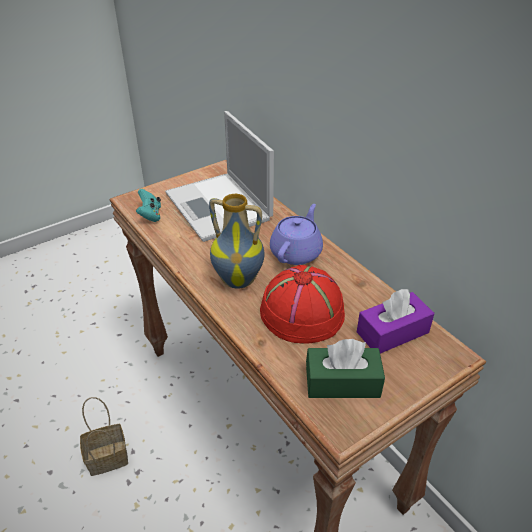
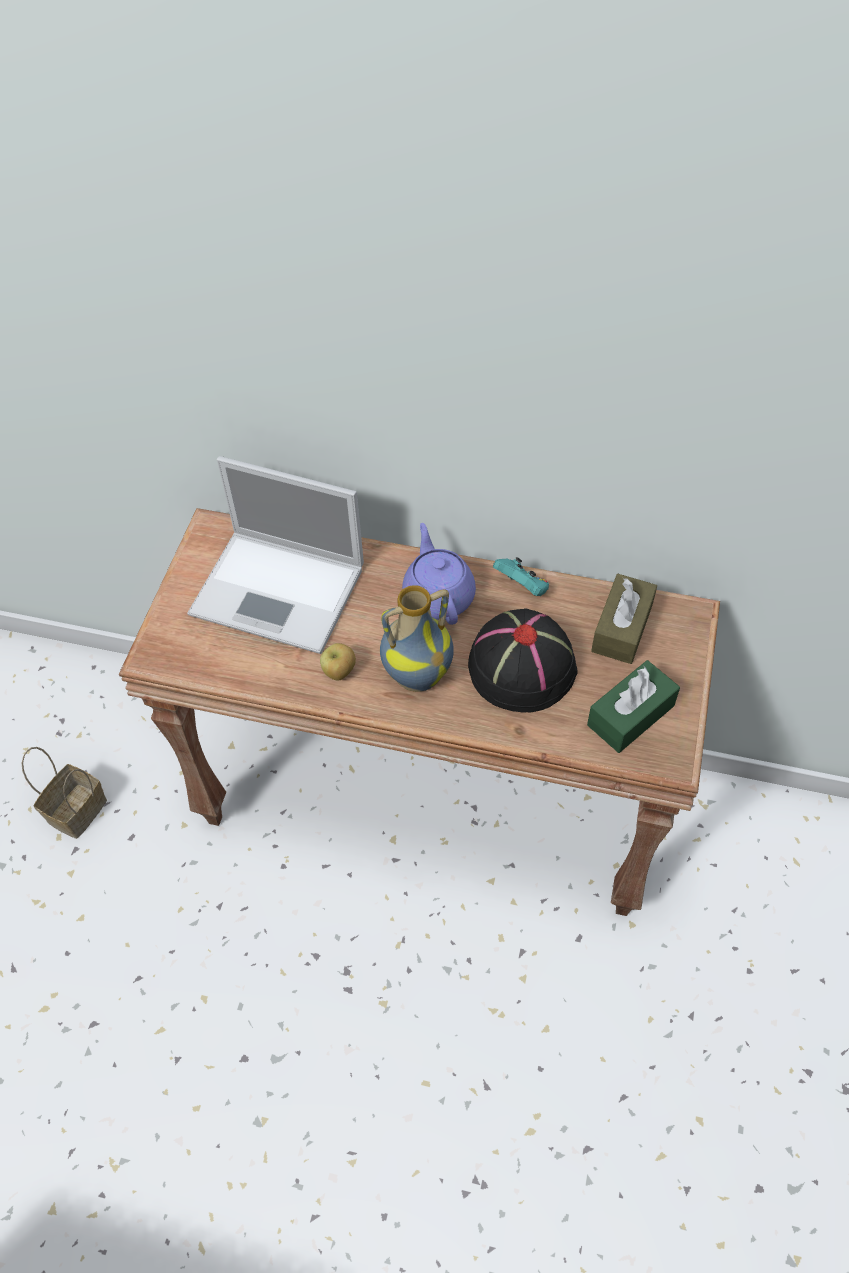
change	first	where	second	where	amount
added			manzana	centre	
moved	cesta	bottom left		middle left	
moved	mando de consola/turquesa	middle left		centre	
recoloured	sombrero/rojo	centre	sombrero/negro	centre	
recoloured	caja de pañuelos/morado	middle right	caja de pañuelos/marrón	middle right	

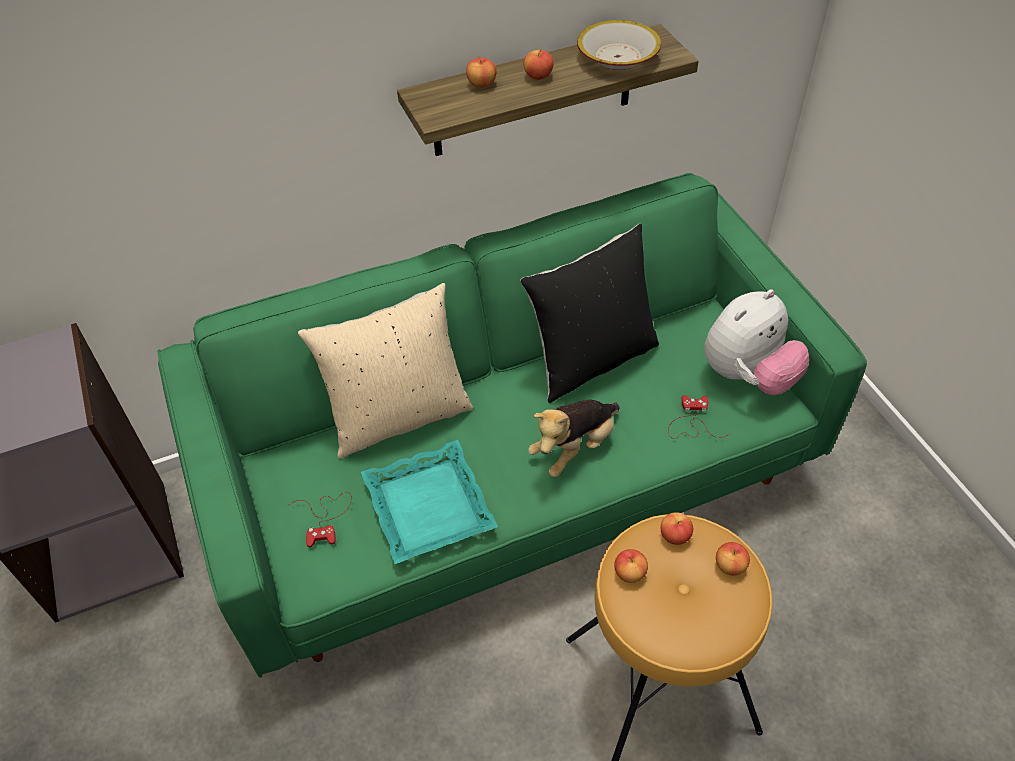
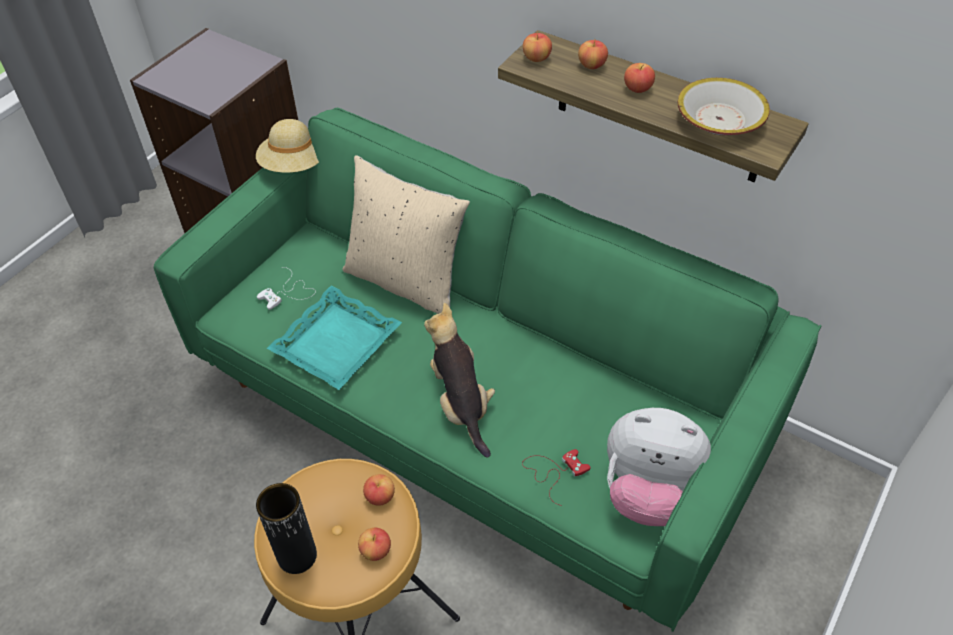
change	first	where	second	where	amount
removed	cojín/negro	centre			
added			sombrero/beis	top left	
added			florero/negro	bottom left	
moved	manzana (3rd from left)	bottom centre		top centre	
recoloured	mando de consola/rojo (1st from left)	bottom left	mando de consola/blanco	middle left	
turned	peluche (1st from left)	centre		centre	60 degrees clockwise

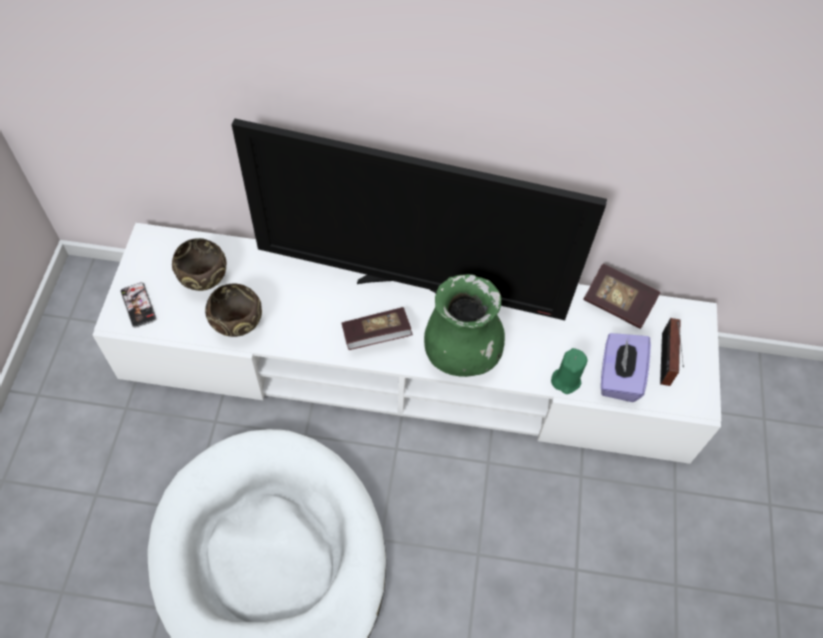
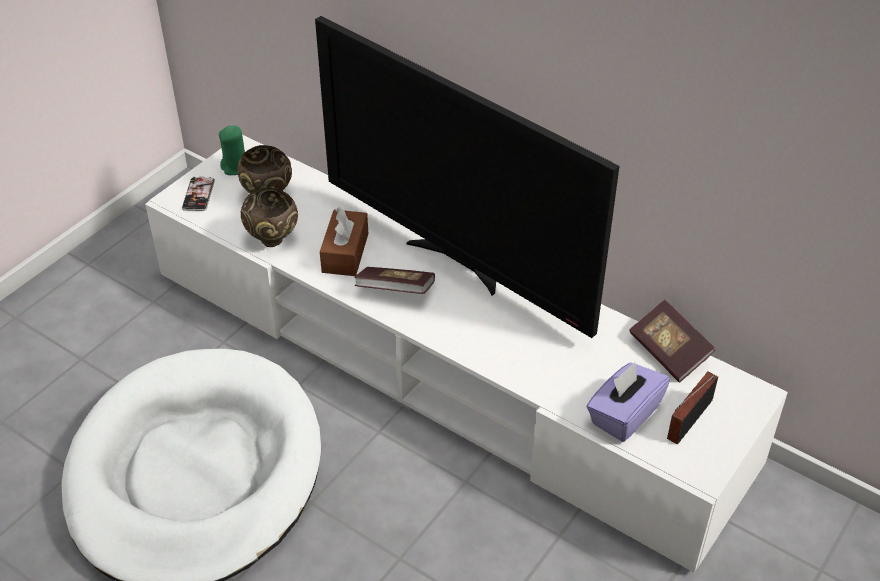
change	first	where	second	where	amount
removed	florero/verde	centre			
added			caja de pañuelos/marrón	centre	
moved	vela/verde	middle right		top left	

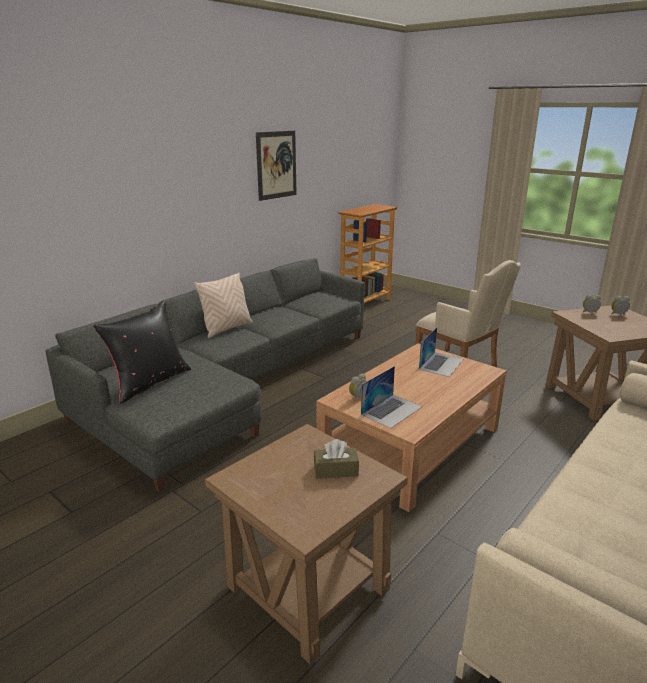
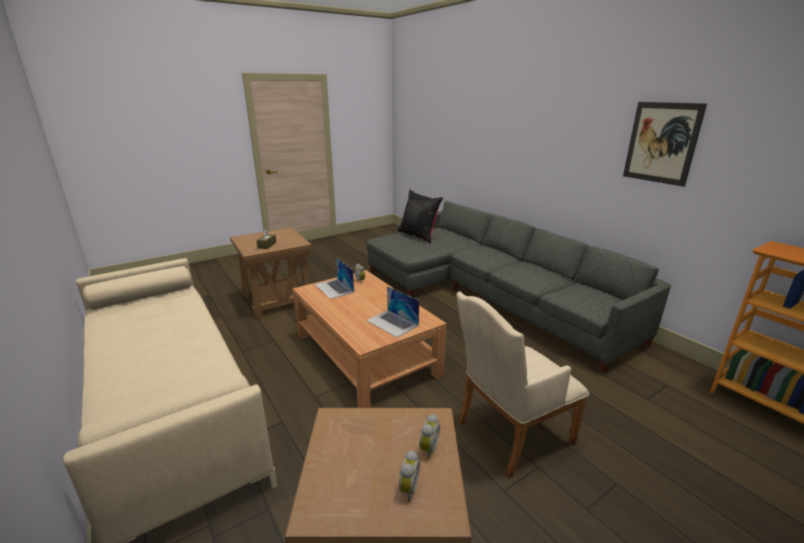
change	first	where	second	where	amount
removed	cojín/beis	centre			

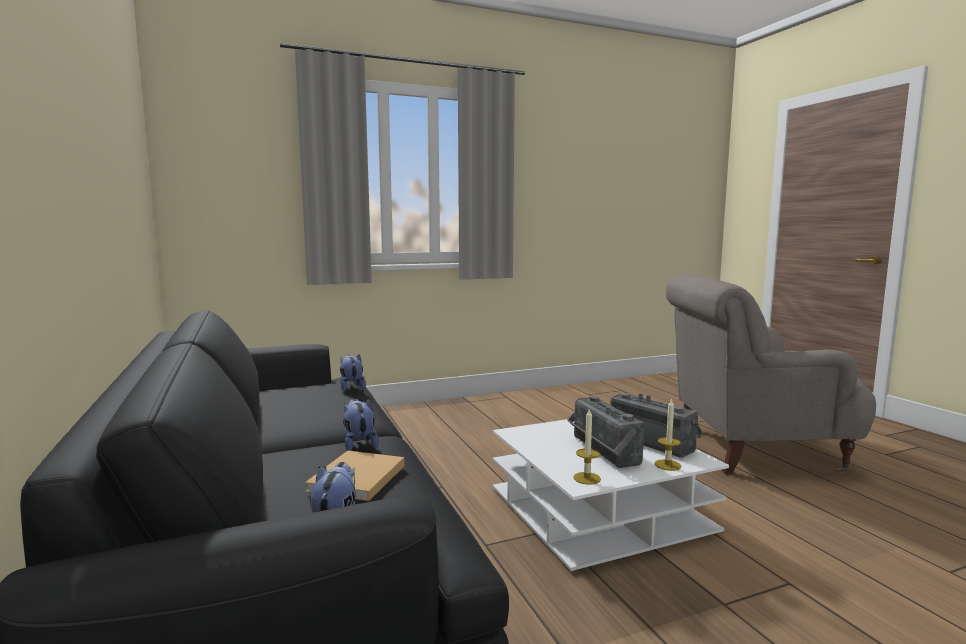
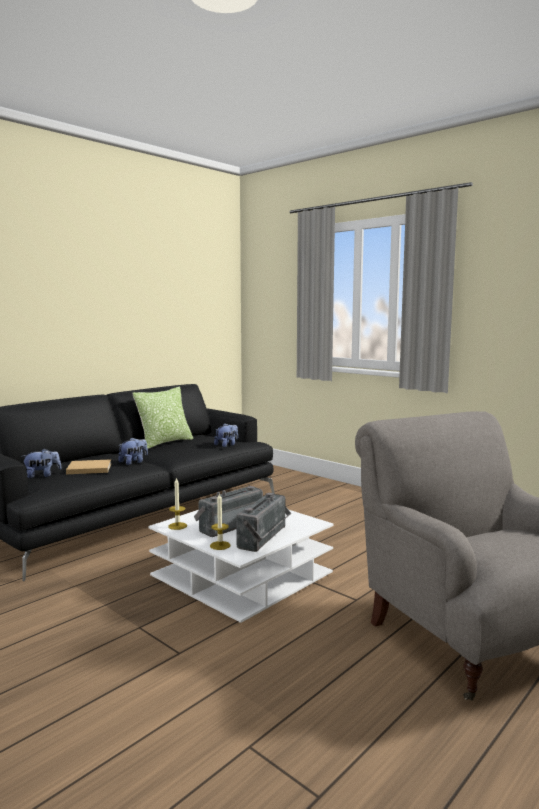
change	first	where	second	where	amount
added			cojín	middle left	

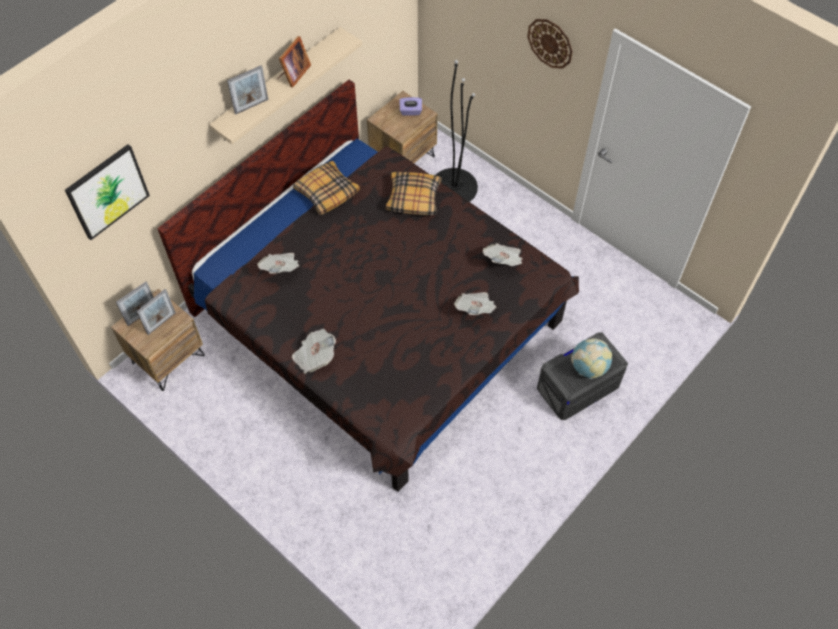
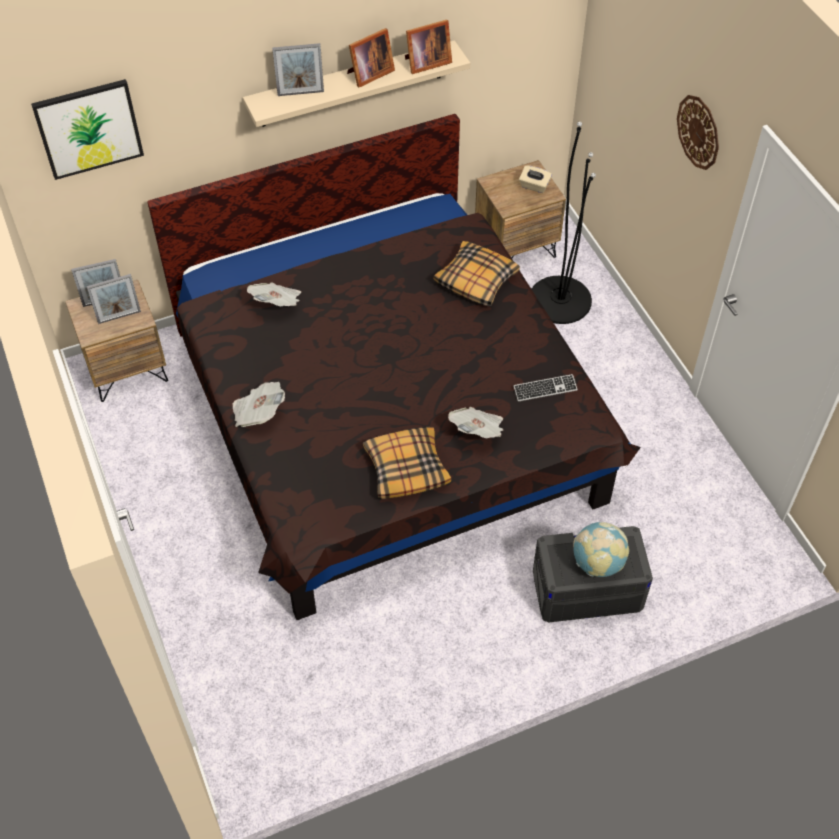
change	first	where	second	where	amount
added			portarretratos (5th from left)	top centre	
moved	cojín (1st from left)	top centre		centre	
replaced	periódico (4th from left)	centre	teclado	centre	
recoloured	caja de pañuelos/morado	top centre	caja de pañuelos/beis	top centre	

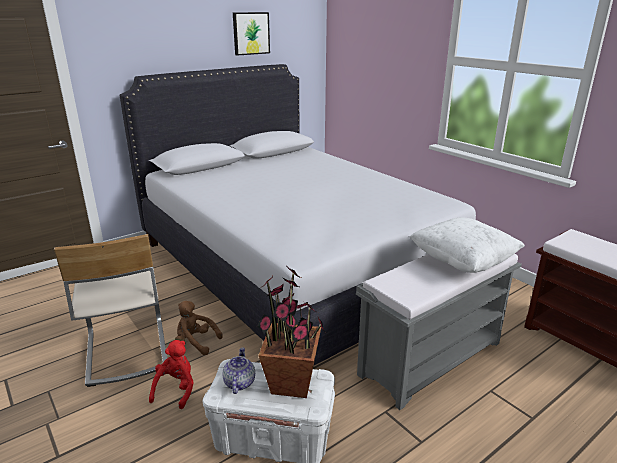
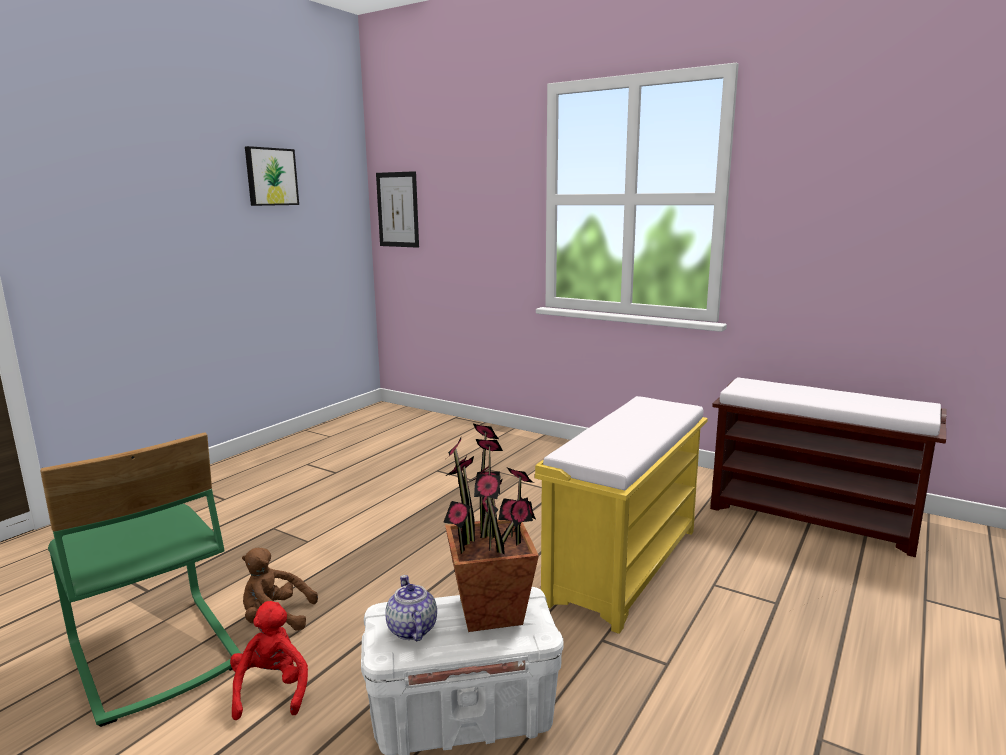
change	first	where	second	where	amount
removed	cama/blanco	centre			
removed	cojín/blanco	middle right			
added			cuadro (2nd from left)	top centre	
recoloured	silla/beis	bottom left	silla/verde	bottom left	
recoloured	banco/gris	bottom right	banco/amarillo	bottom centre	

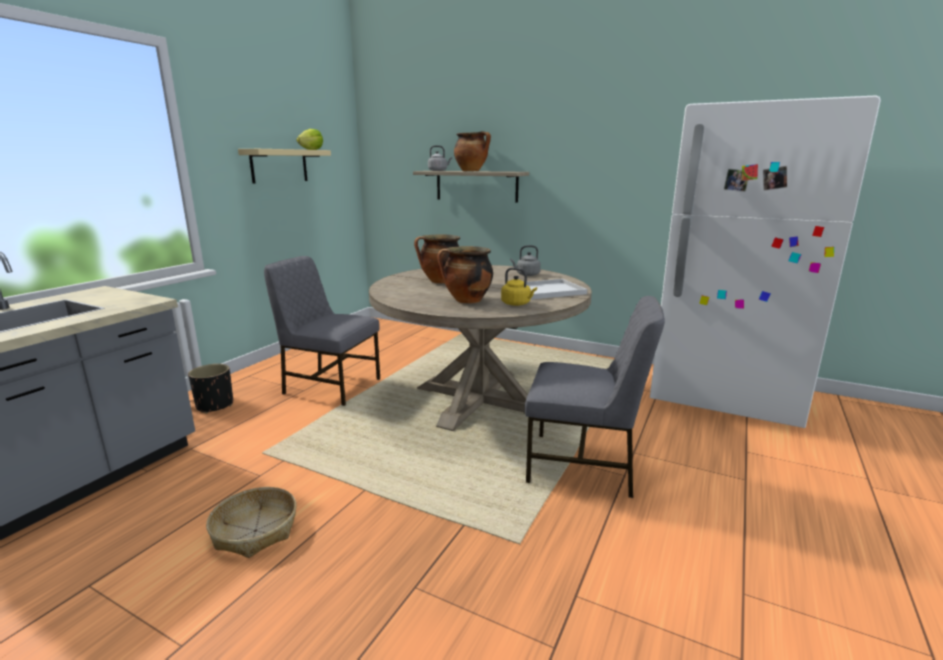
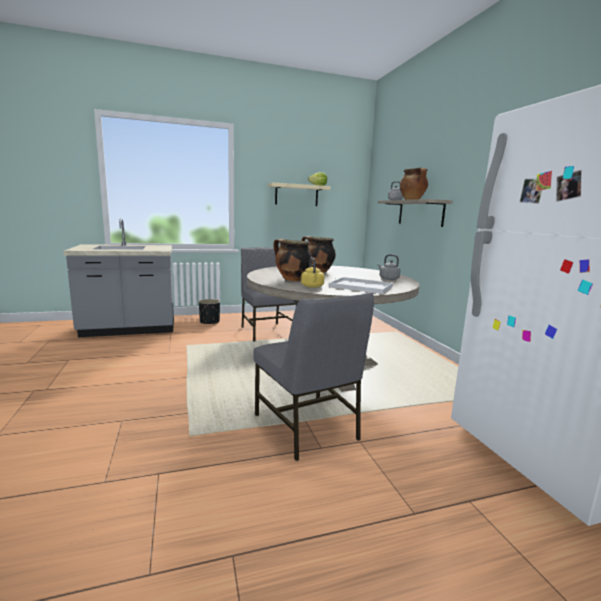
change	first	where	second	where	amount
removed	cesta	bottom left			

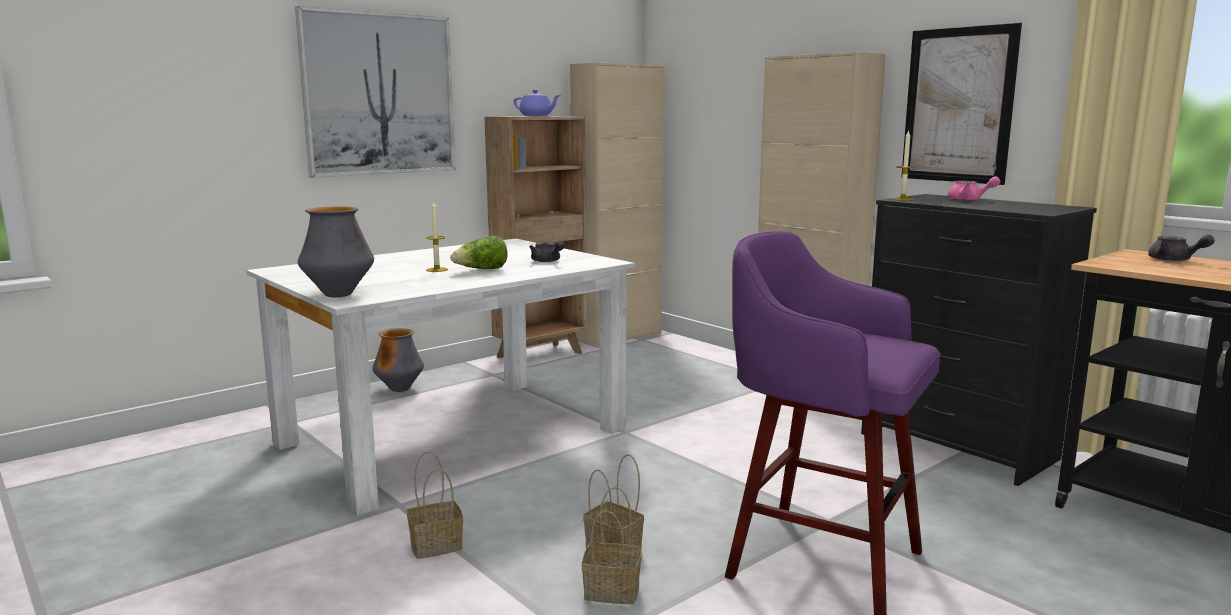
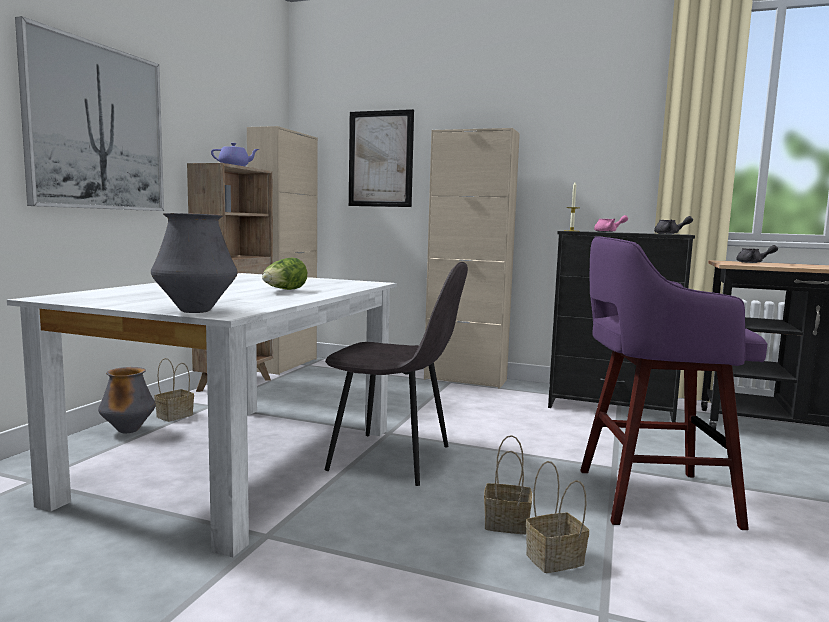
change	first	where	second	where	amount
removed	vela (1st from left)	centre			
added			silla/gris	centre	
moved	cesta (1st from left)	bottom centre		middle left	
moved	tetera/gris (1st from left)	centre		middle right	
moved	cuadro (2nd from left)	top right		top centre	

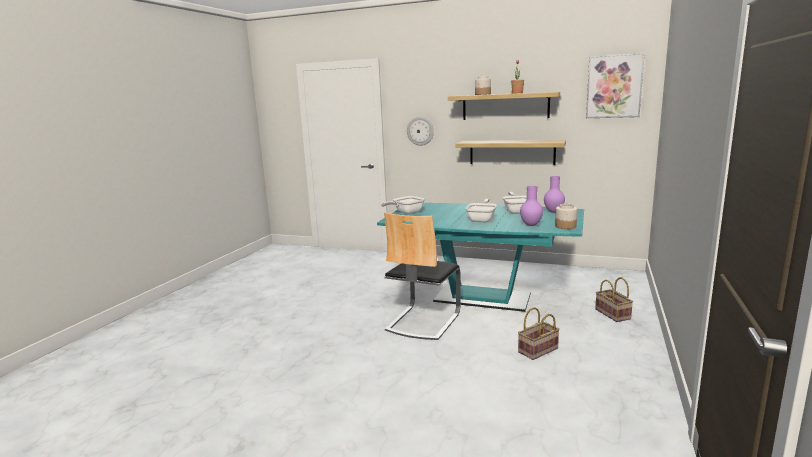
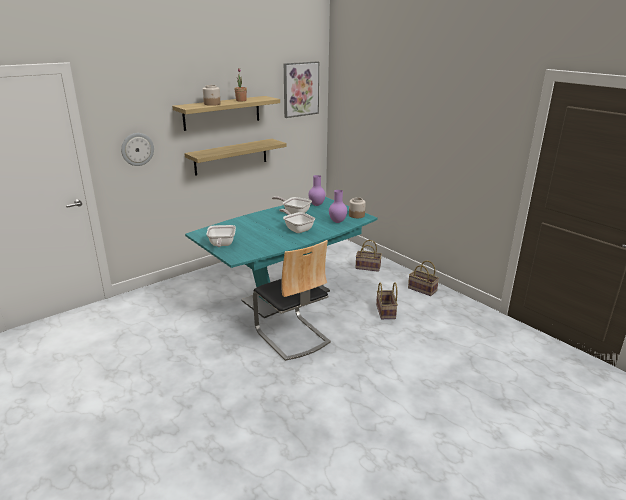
change	first	where	second	where	amount
added			cesta (3rd from left)	middle right	

